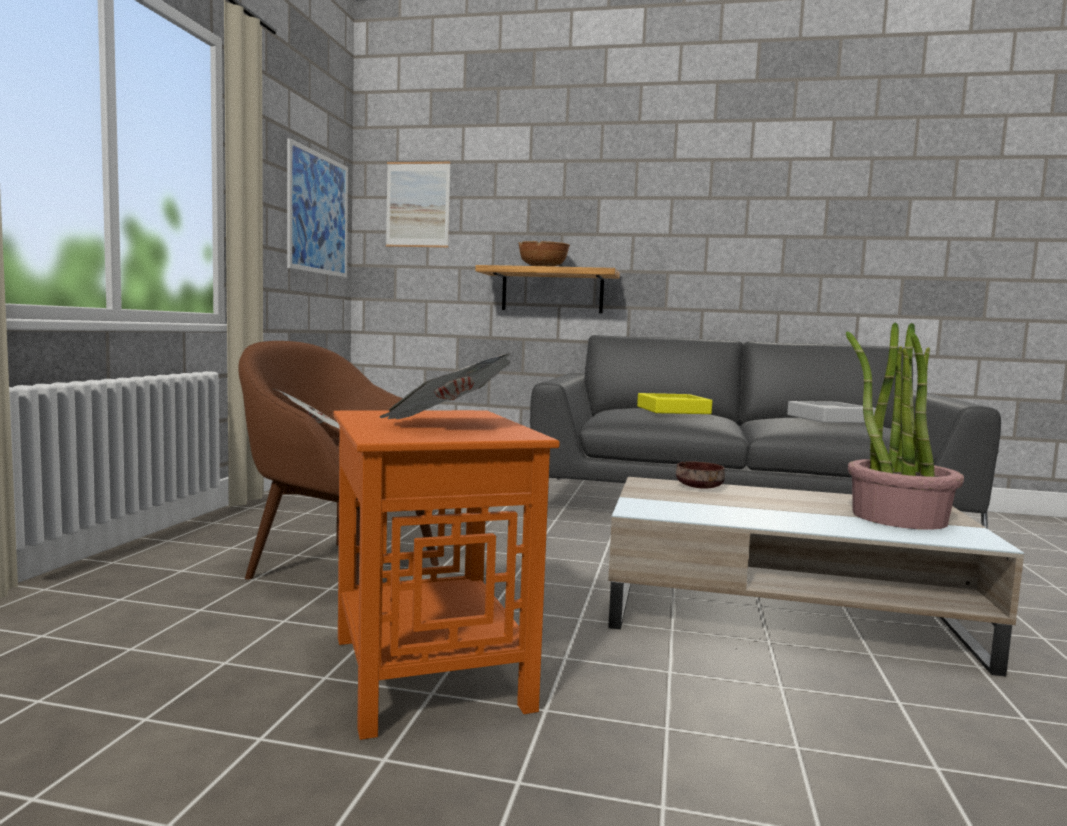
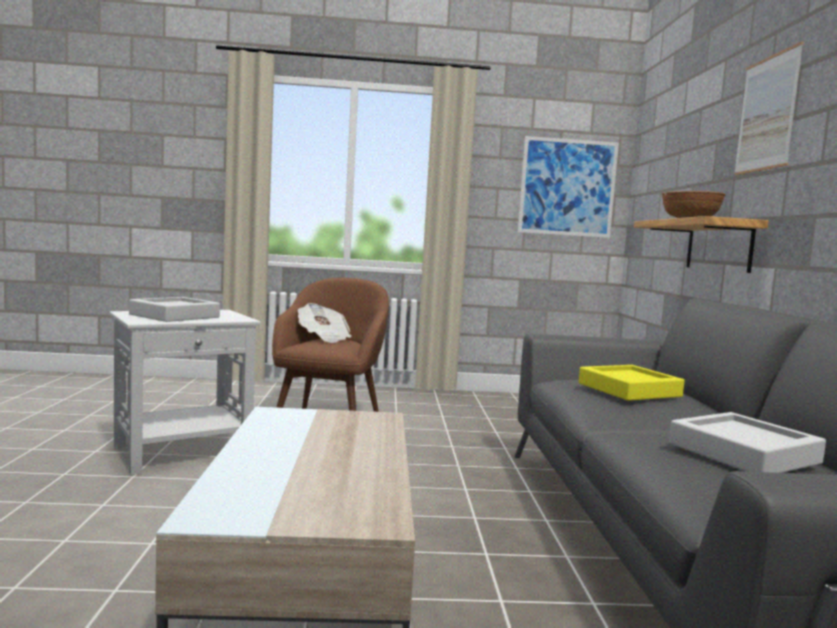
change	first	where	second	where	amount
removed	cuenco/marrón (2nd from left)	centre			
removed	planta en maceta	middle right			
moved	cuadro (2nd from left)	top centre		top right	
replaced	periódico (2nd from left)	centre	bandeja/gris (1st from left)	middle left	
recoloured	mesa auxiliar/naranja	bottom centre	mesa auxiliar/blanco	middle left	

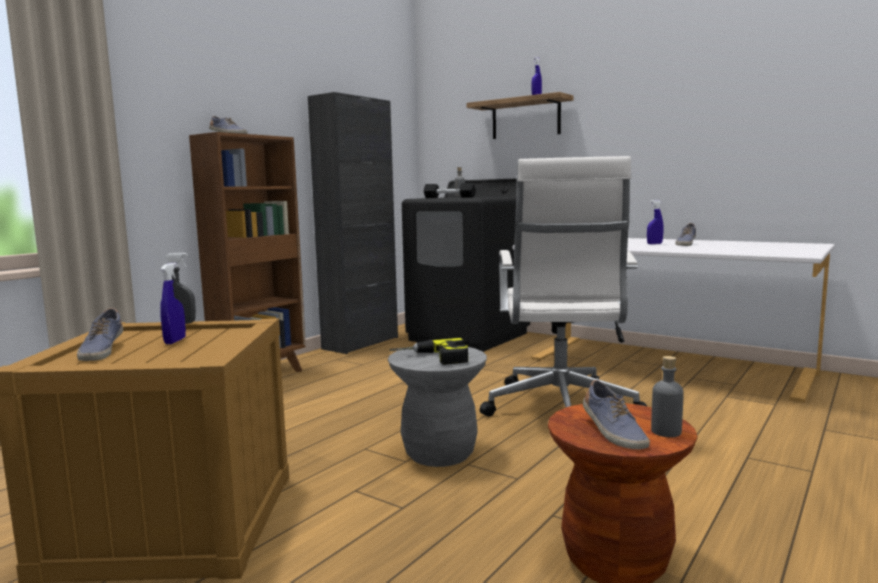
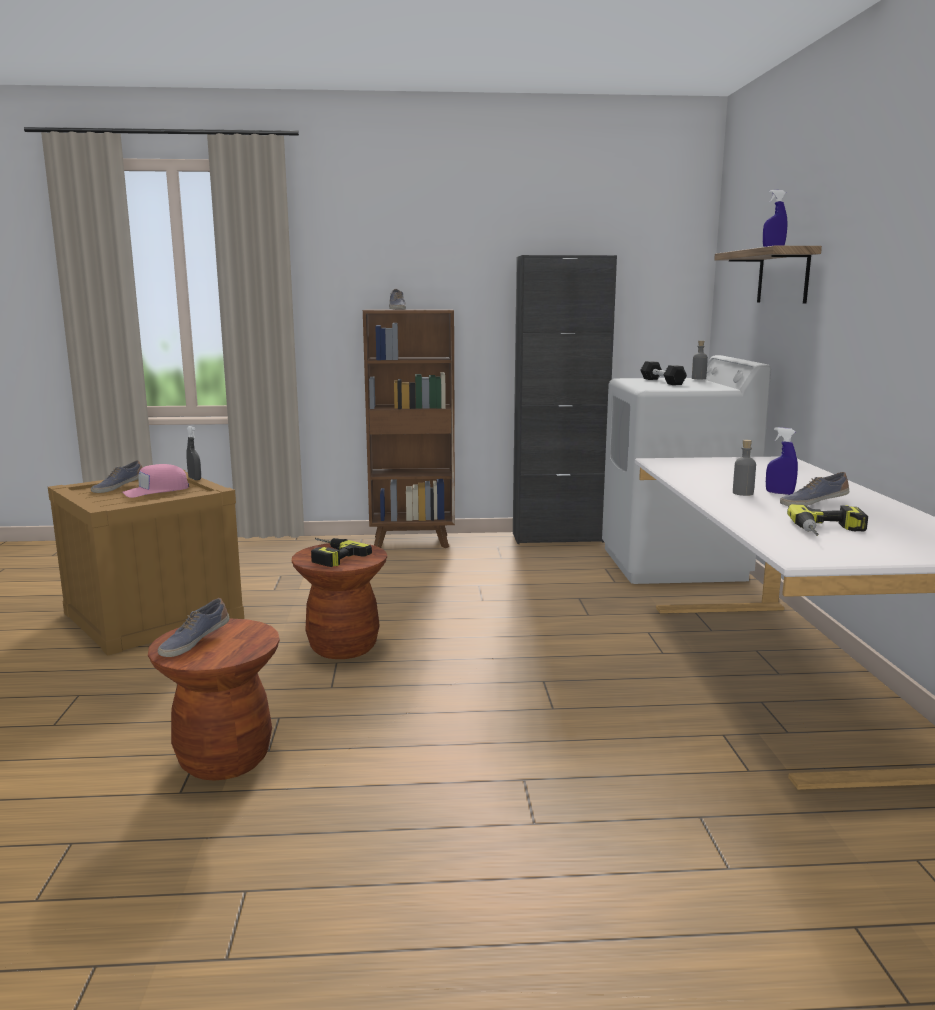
change	first	where	second	where	amount
removed	silla de oficina/blanco	centre			
added			taladro (2nd from left)	middle right	
moved	botella/gris (2nd from left)	bottom right		middle right	
replaced	pulverizador/azul (1st from left)	middle left	gorra/rosa	middle left	
recoloured	taburete/gris	bottom centre	taburete/marrón (2nd from left)	centre	
recoloured	lavadora/negro	centre	lavadora/blanco	middle right	

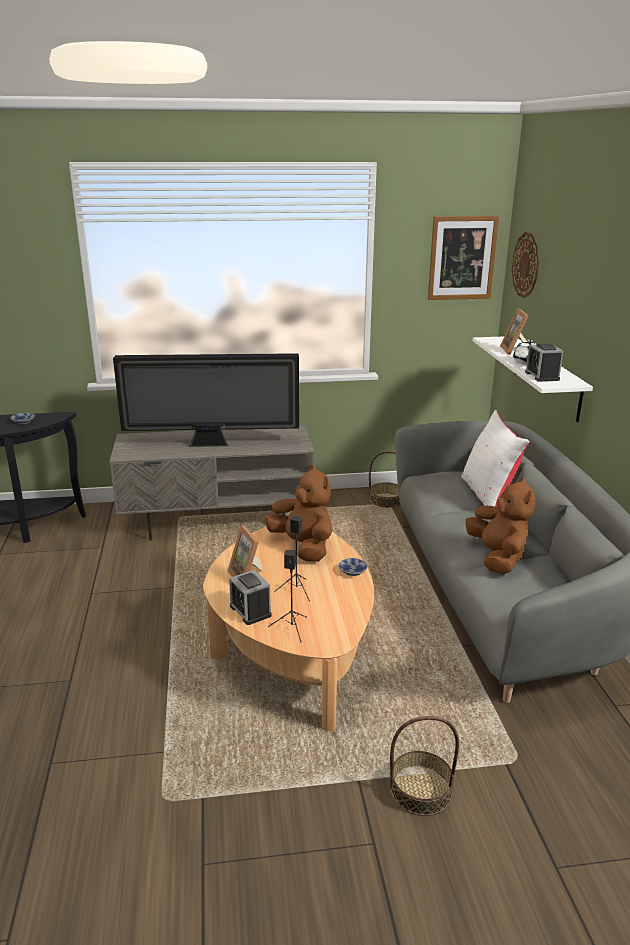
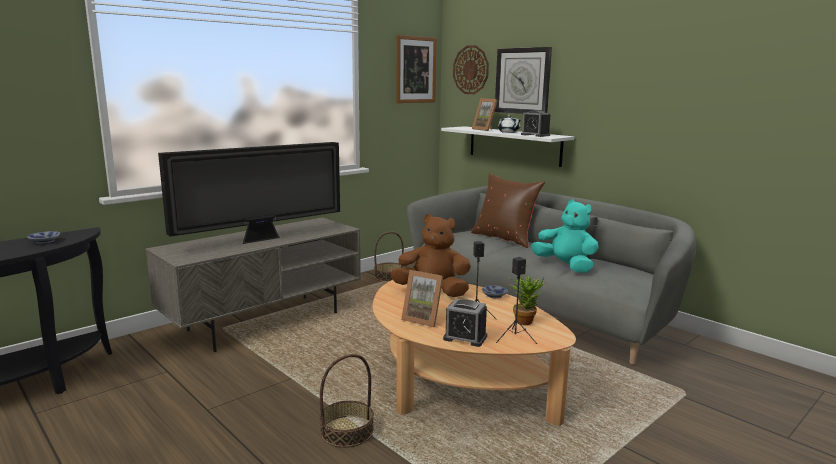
change	first	where	second	where	amount
added			reloj de pared (2nd from left)	top centre	
added			planta en maceta	centre	
moved	cesta (2nd from left in the first image)	bottom right	cesta (1st from left)	bottom centre	
recoloured	cojín/blanco	middle right	cojín/marrón	centre	
recoloured	peluche/marrón (2nd from left)	middle right	peluche/turquesa	middle right	

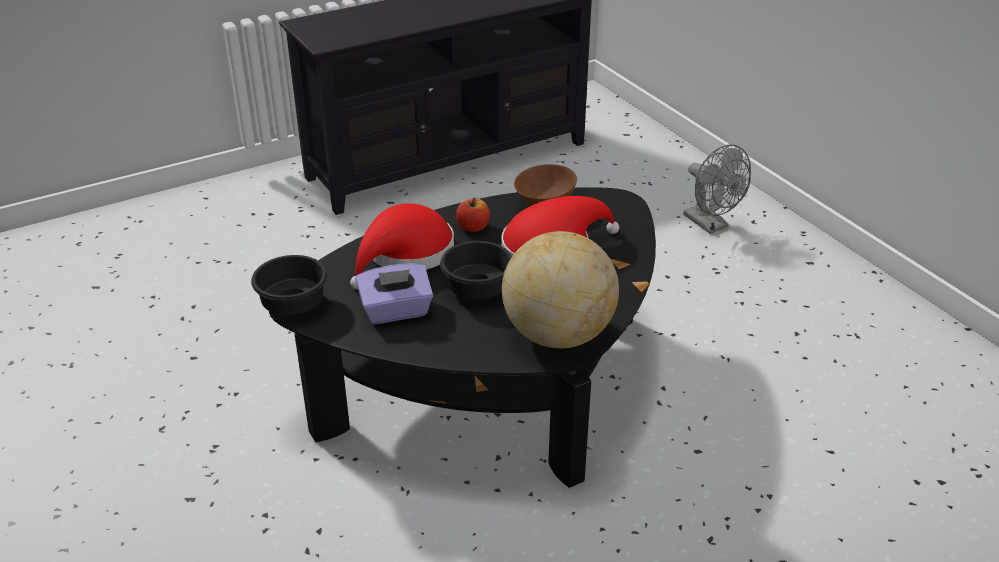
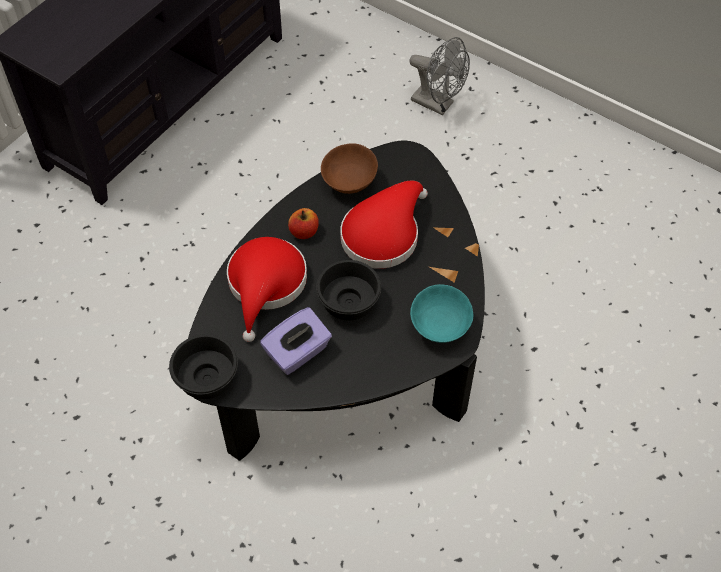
change	first	where	second	where	amount
replaced	globo terráqueo	centre	cuenco/turquesa	centre	

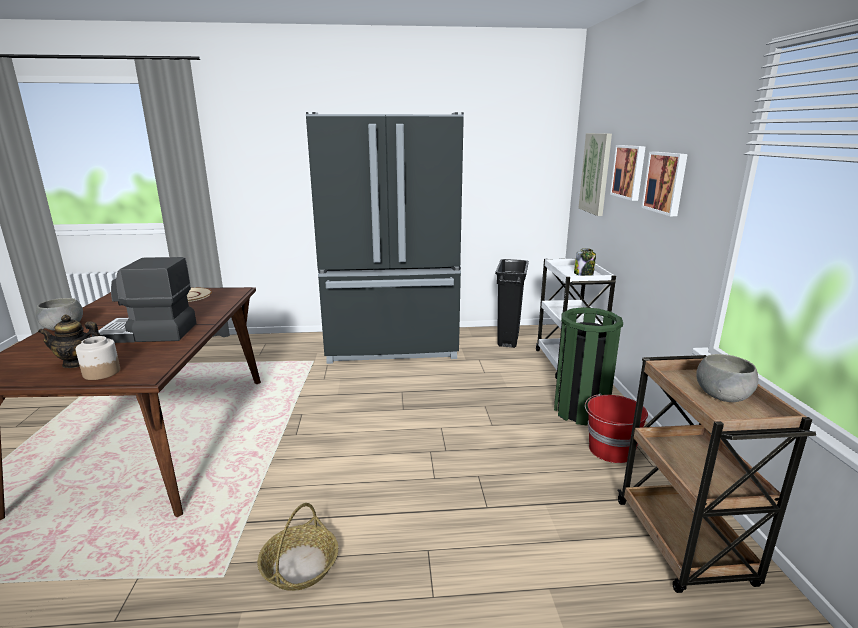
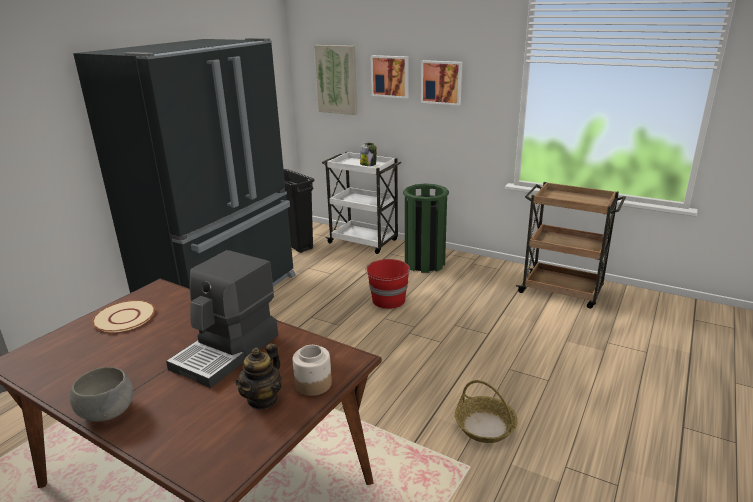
change	first	where	second	where	amount
removed	cuenco/gris (2nd from left)	middle right			
moved	cubo/rojo	bottom right		centre	

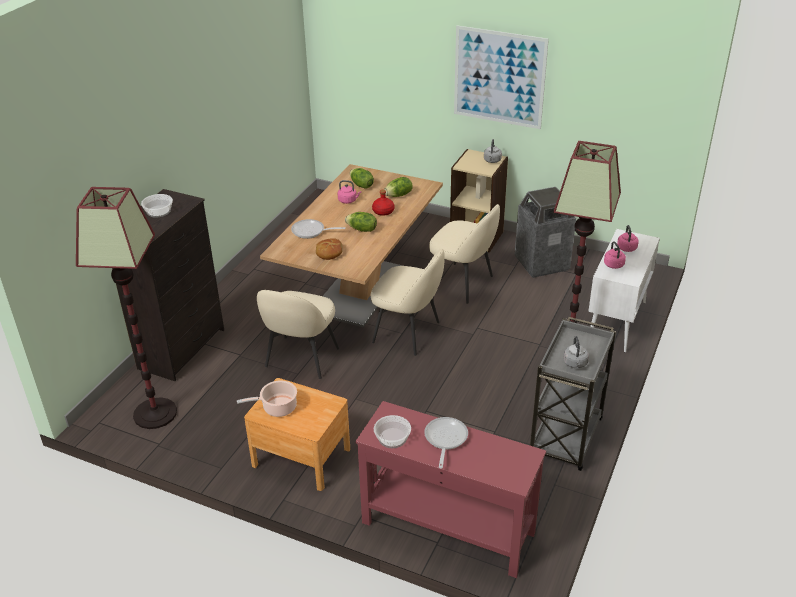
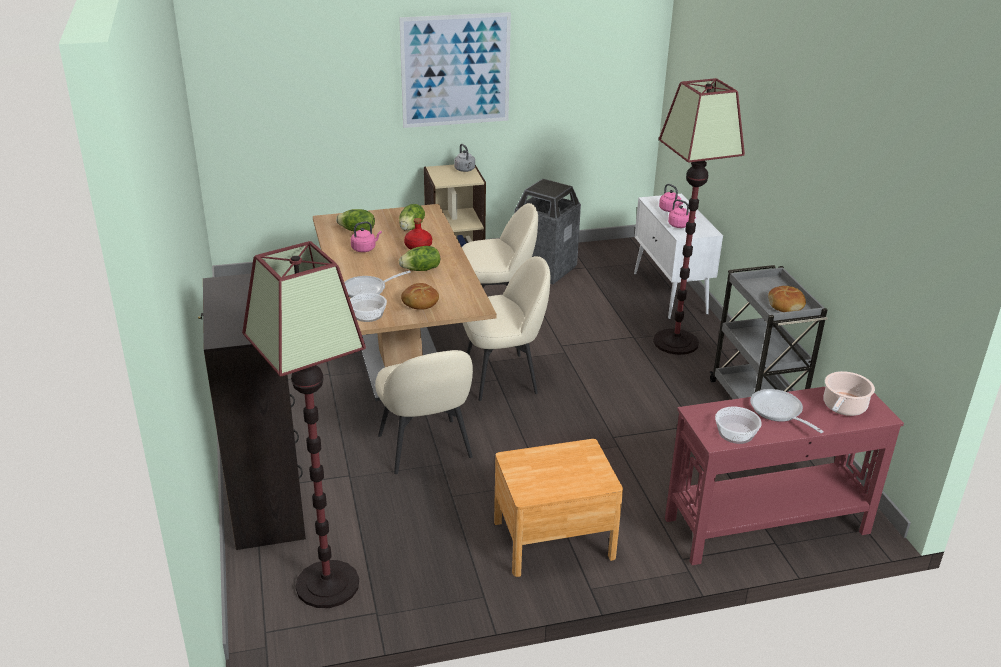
change	first	where	second	where	amount
moved	cuenco (1st from left)	middle left		centre	
moved	olla	bottom centre		middle right	
replaced	hervidor/gris (2nd from left)	middle right	pan (2nd from left)	middle right	

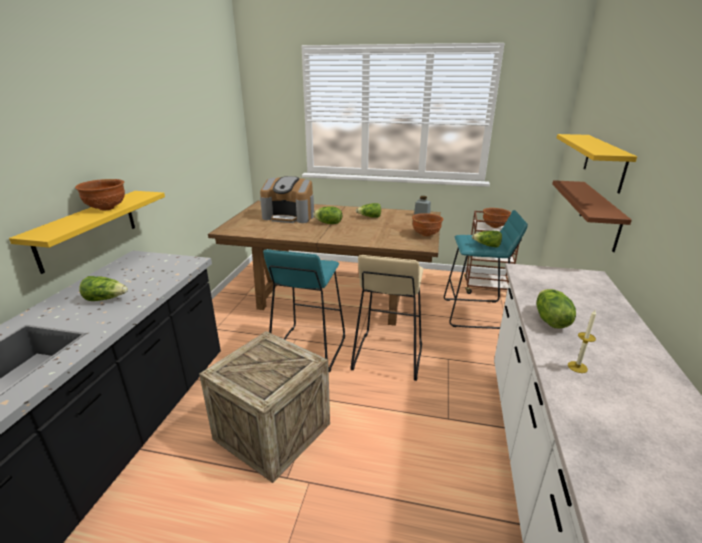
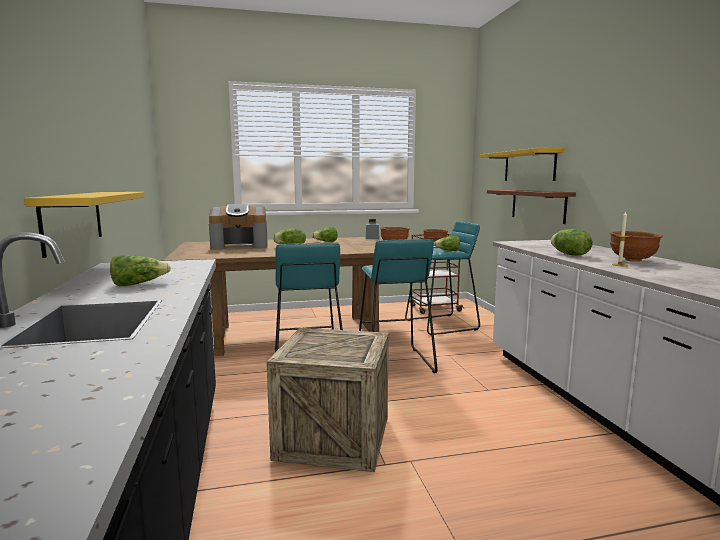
change	first	where	second	where	amount
moved	cuenco/marrón (1st from left in the first image)	middle left	cuenco/marrón (3rd from left)	middle right	
recoloured	taburete/beis	centre	taburete/turquesa (2nd from left)	centre	

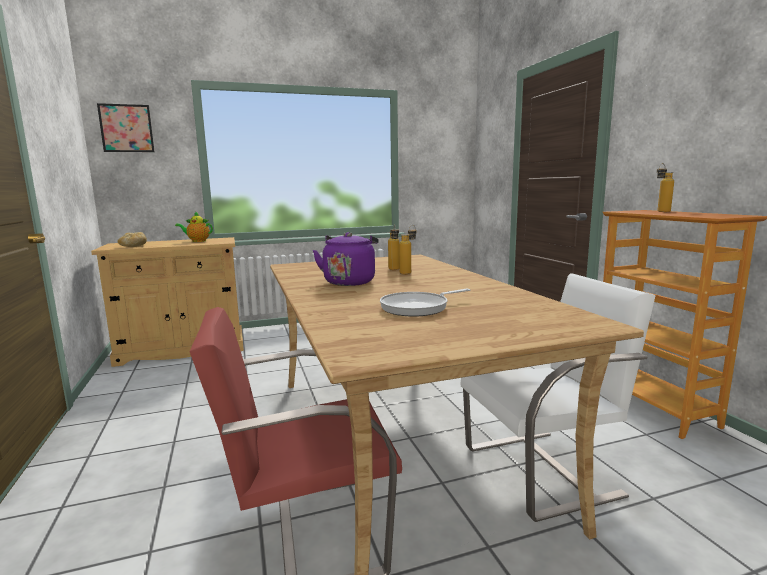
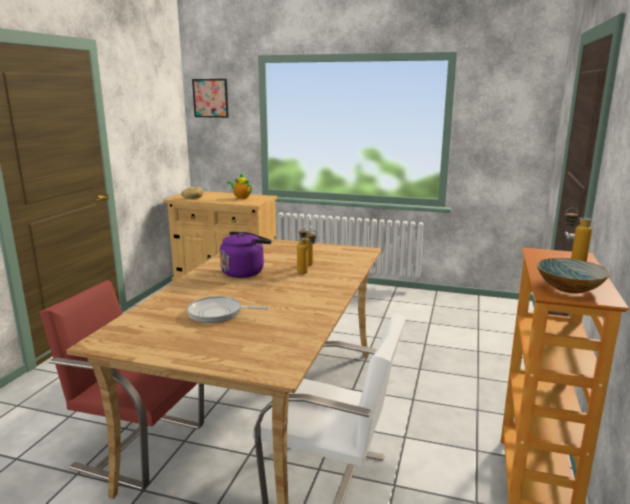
change	first	where	second	where	amount
added			cuenco	middle right	

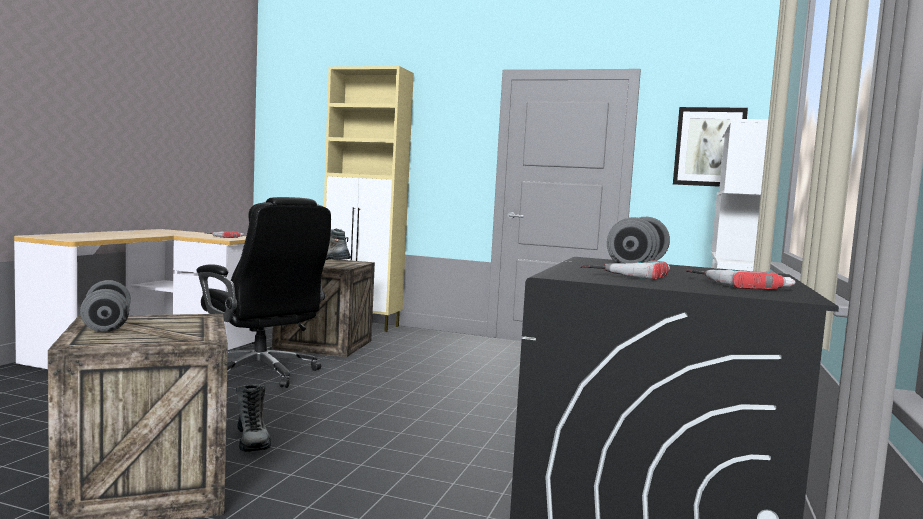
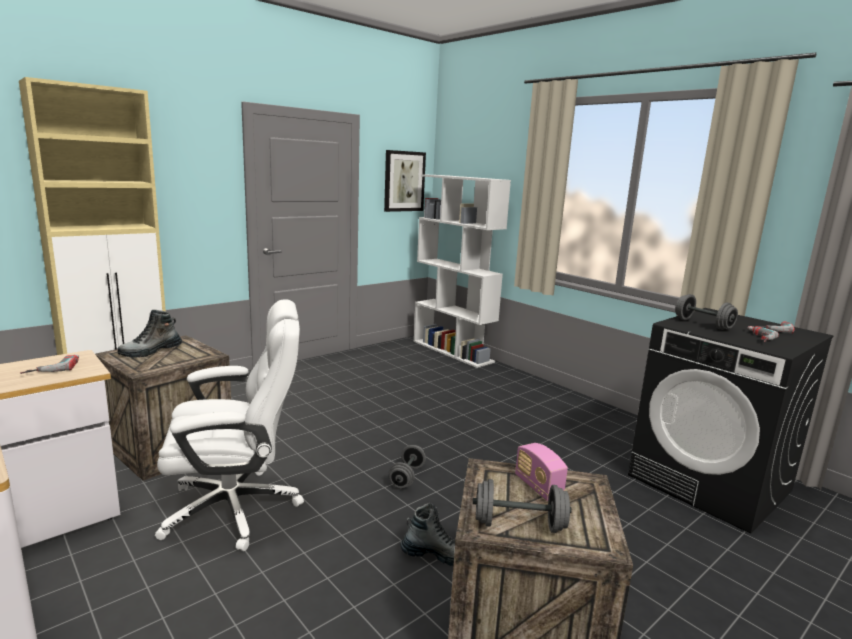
change	first	where	second	where	amount
added			mancuerna/gris (1st from left)	bottom centre	
added			radio	bottom centre	
recoloured	silla de oficina/negro	middle left	silla de oficina/blanco	middle left	

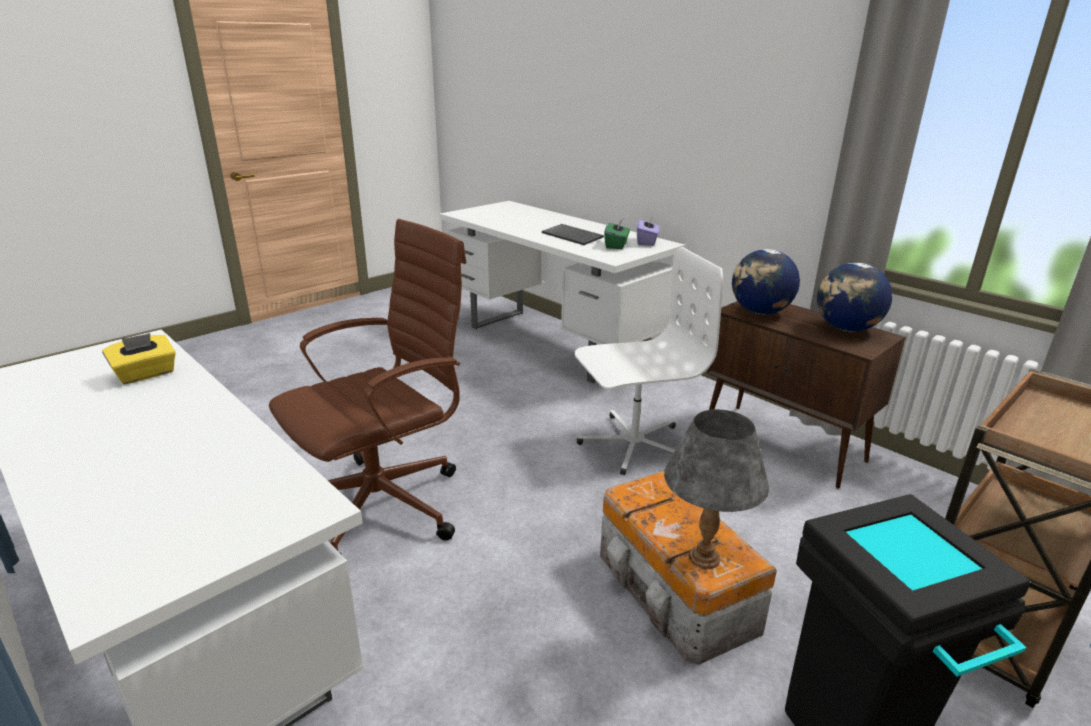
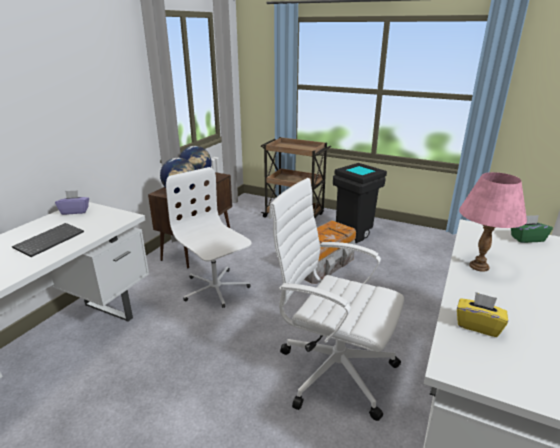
change	first	where	second	where	amount
removed	lámpara de mesa/gris	bottom centre			
added			lámpara de mesa/rosa	middle right	
moved	caja de pañuelos/verde	top centre		middle right	
recoloured	silla de oficina/marrón	centre	silla de oficina/blanco (2nd from left)	bottom centre	

